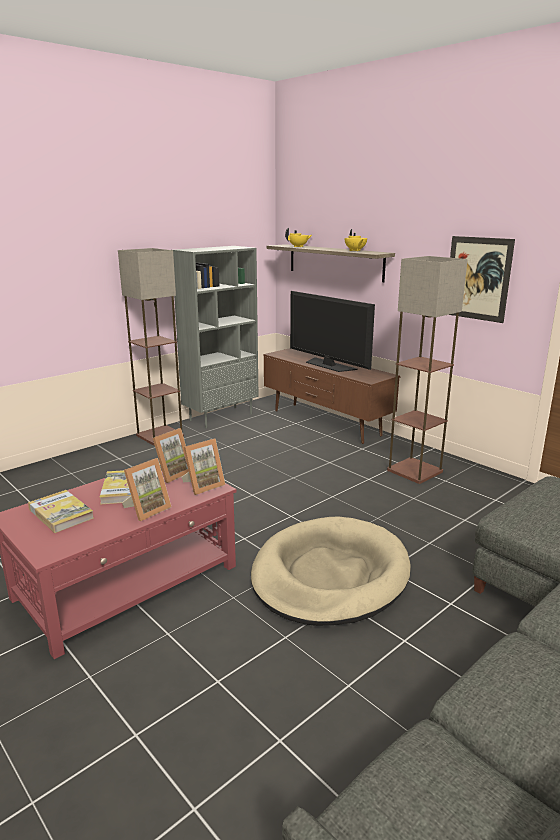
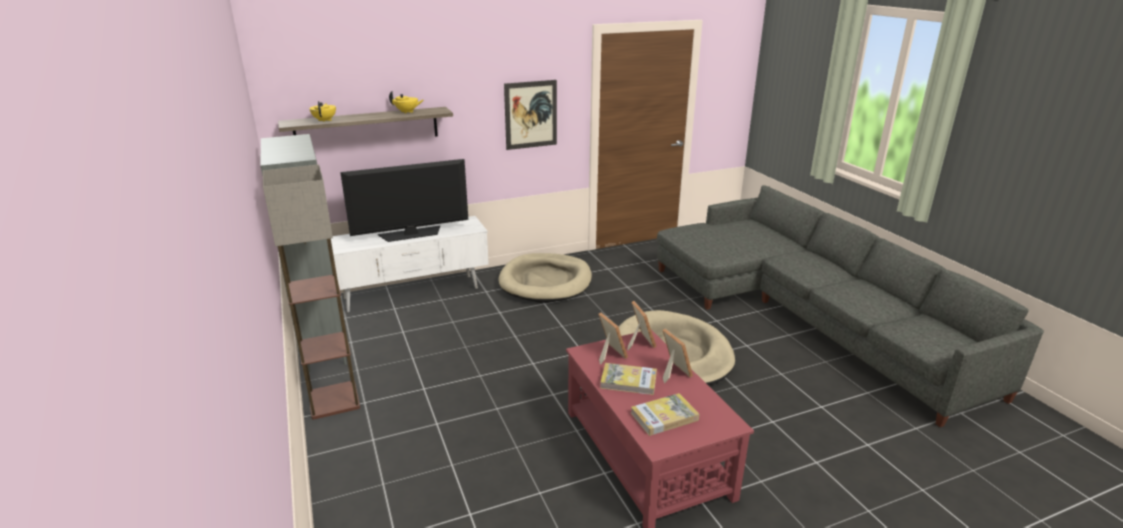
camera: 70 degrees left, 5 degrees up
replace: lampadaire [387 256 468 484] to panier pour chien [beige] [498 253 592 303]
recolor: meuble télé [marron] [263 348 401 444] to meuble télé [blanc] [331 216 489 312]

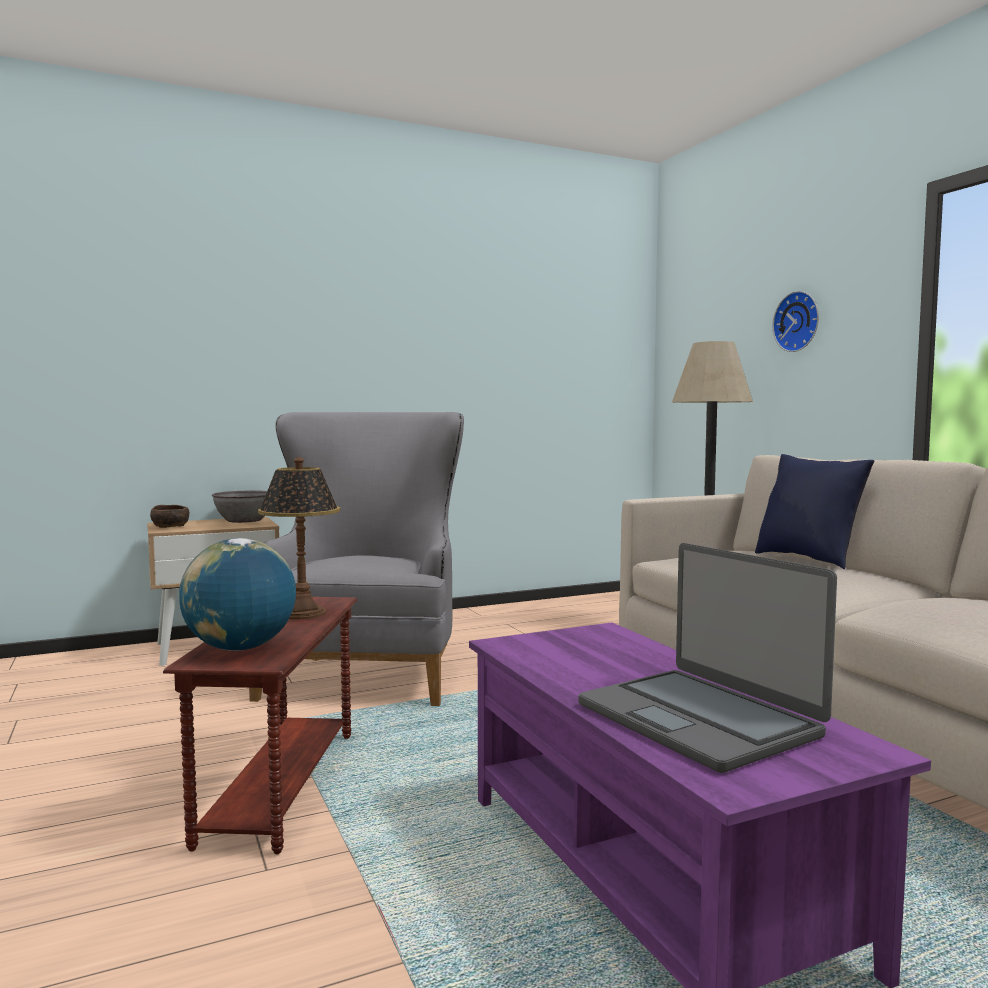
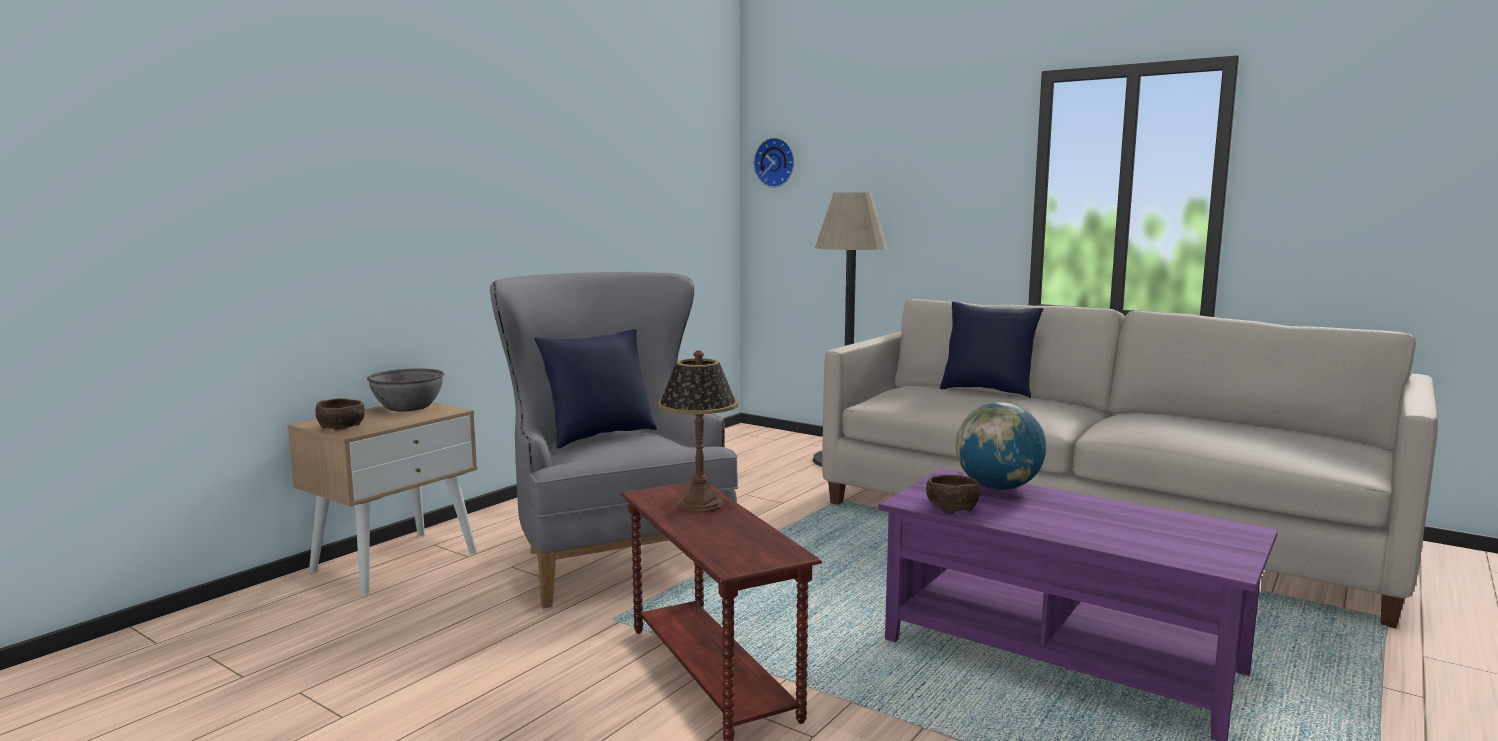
camera: 30 degrees left, 5 degrees up
delete: ordinateur portable [578 543 837 773]
insert: coussin [bleu] [534 329 657 448]; bol [marron] [926 475 980 514]
move: horloge murale [773 291 819 352] to [754 137 794 188]; globe [179 538 296 651] to [956 402 1046 490]

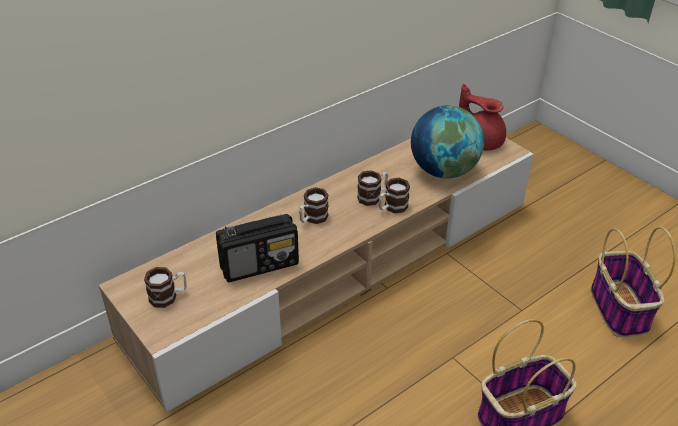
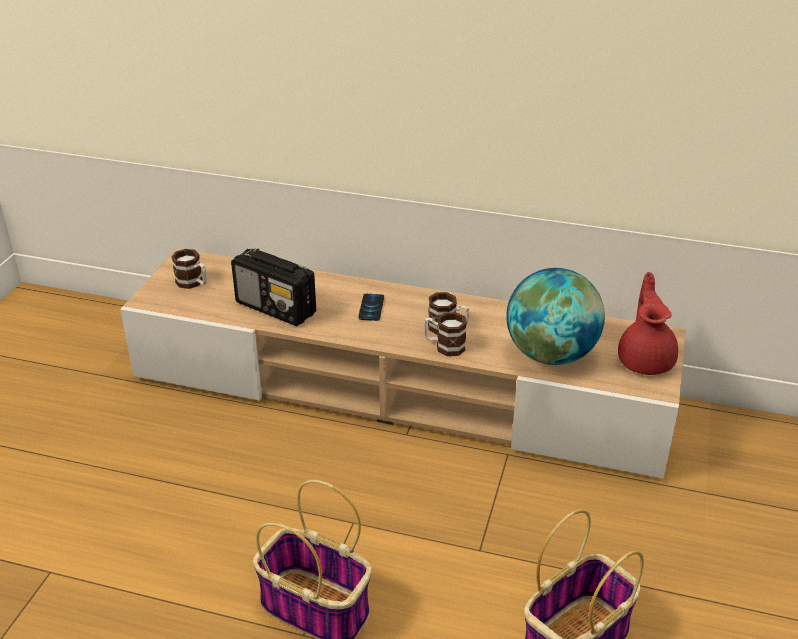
camera: 55 degrees right, 5 degrees down
replace: mug [299 187 329 224] to téléphone [358 294 384 321]

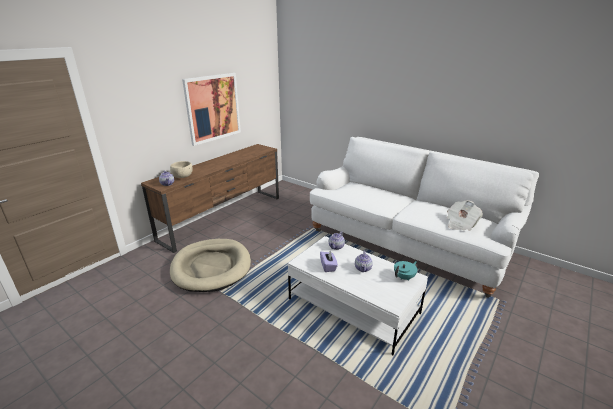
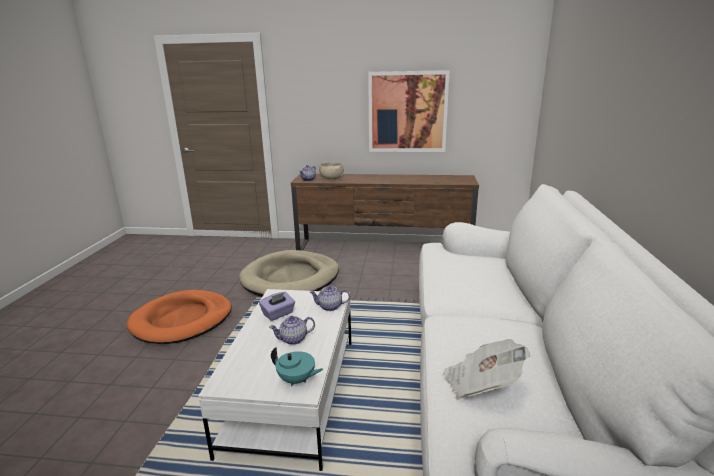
camera: 60 degrees right, 5 degrees down
insert: panier pour chien [orange] [127 290 231 344]

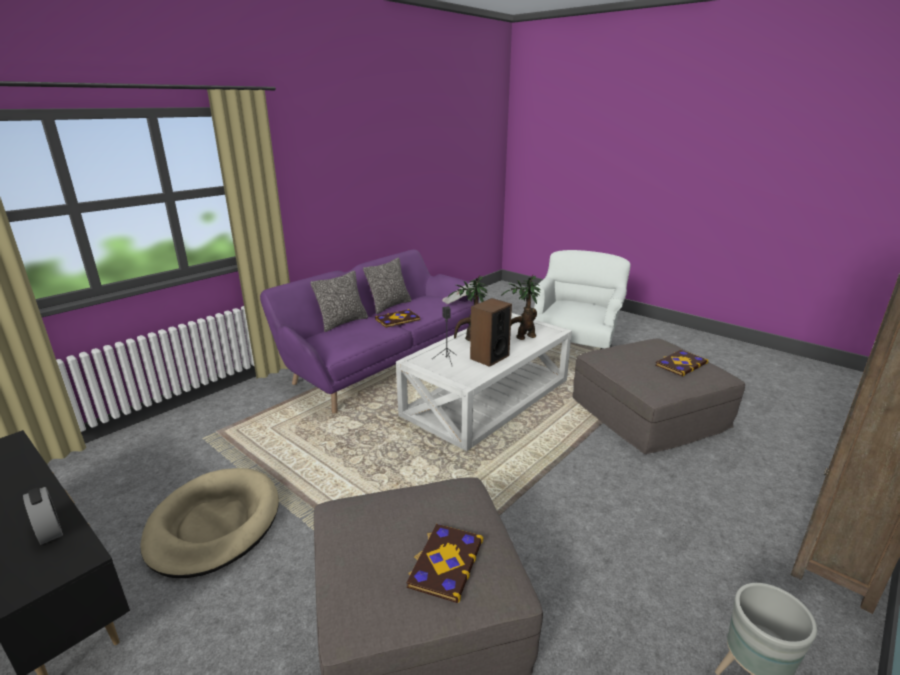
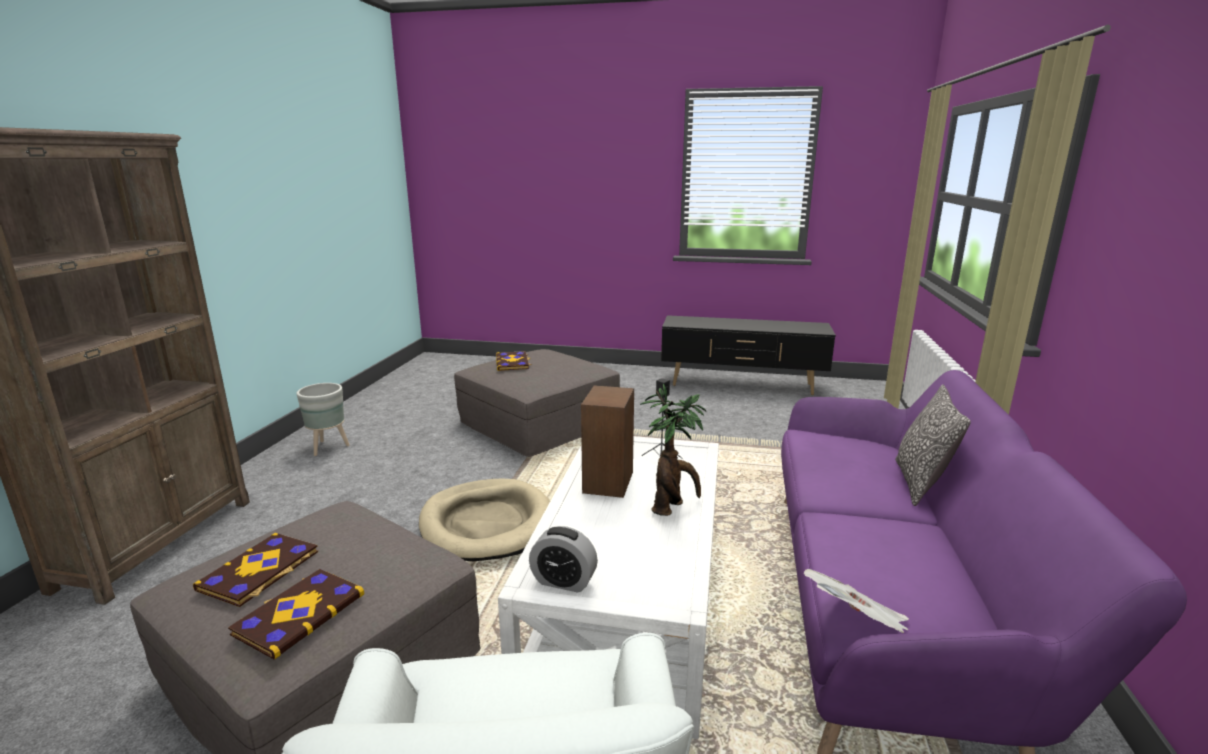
camera: 150 degrees right, 5 degrees down
delete: coussin [363 258 411 314]; plante en pot [501 274 541 340]
move: livre [375 309 420 328] to [228 569 364 659]; panier pour chien [beige] [140 468 279 578] to [419 479 550 561]; réveil [23 487 63 545] to [529 526 598 593]

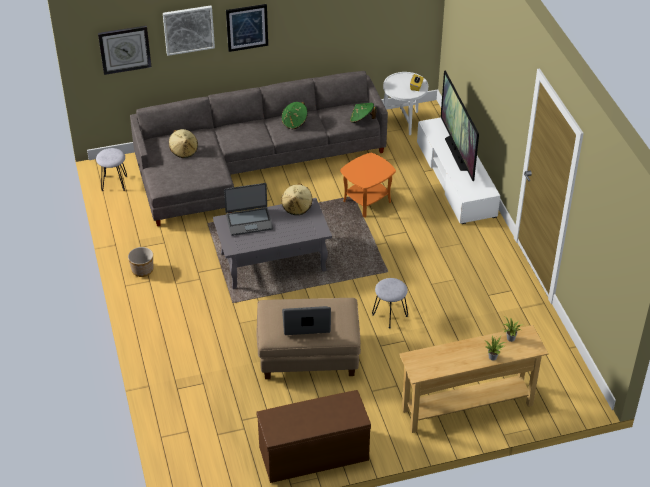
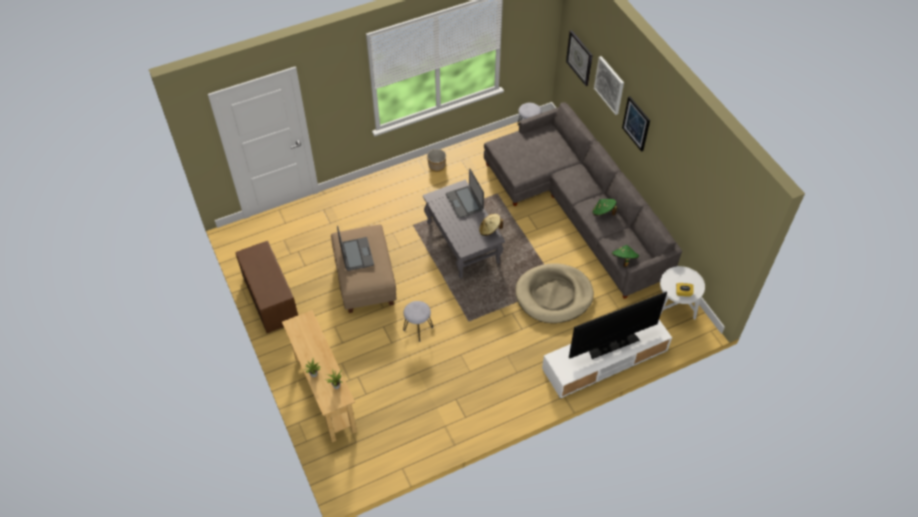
camera: 80 degrees right, 10 degrees up
delete: chapeau [beige] [169 129 198 158]
replace: table d'appoint [orange] [340 153 396 217] to panier pour chien [beige] [516 263 594 323]

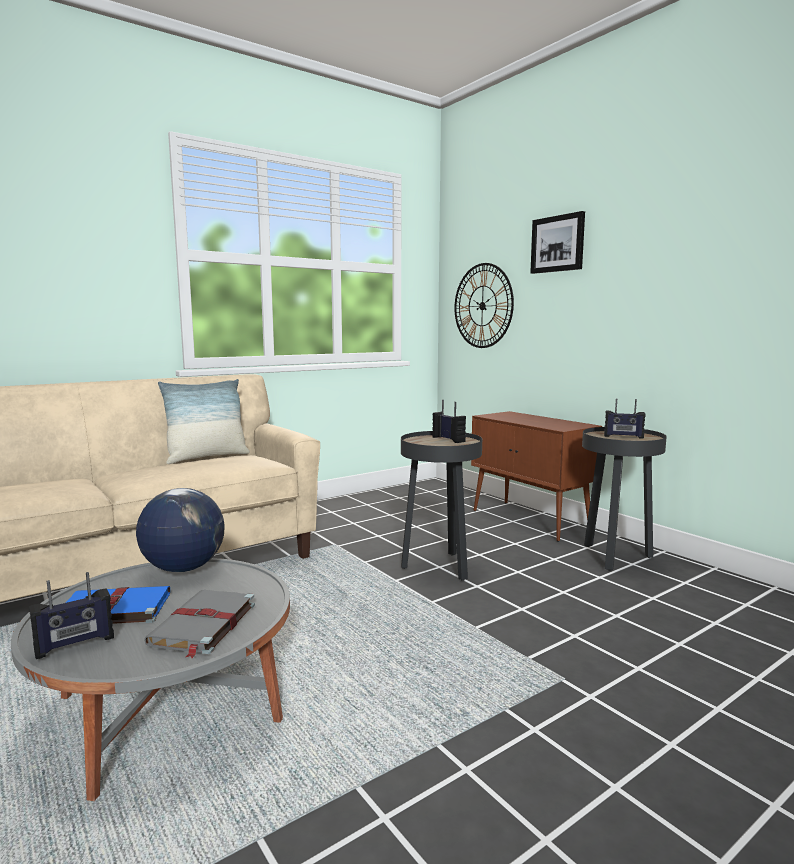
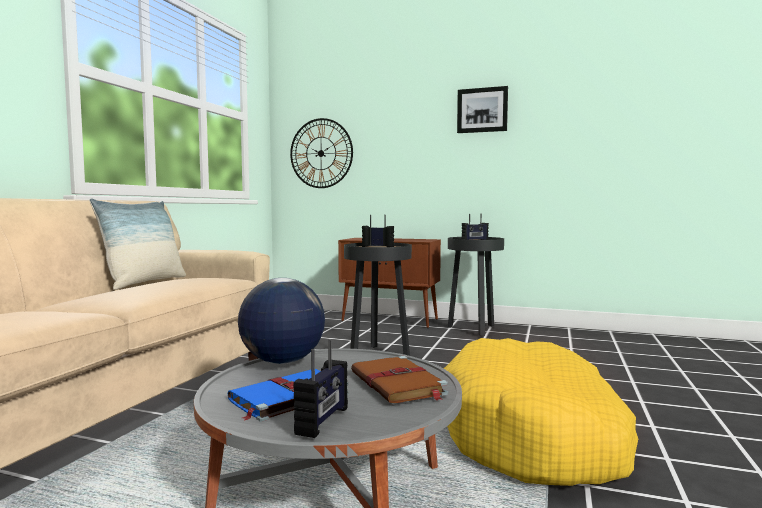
camera: 35 degrees left, 5 degrees down
insert: panier pour chien [jaune] [444 338 638 486]
move: tableau [530 211 585 274] to [457 86 508 133]
recolor: livre [gris] [144 590 255 658] to livre [marron] [351 356 448 403]

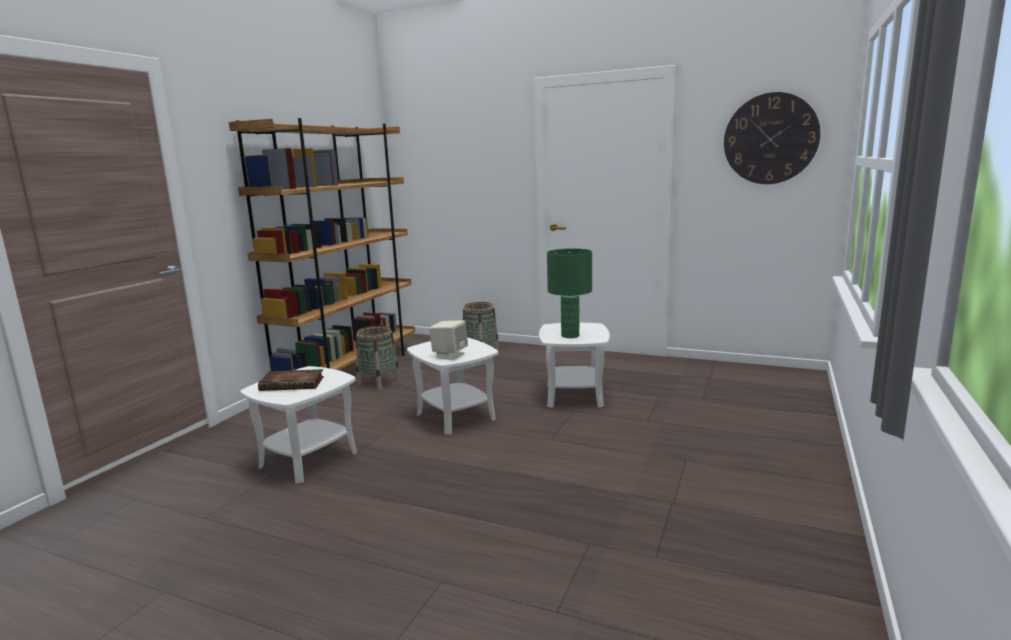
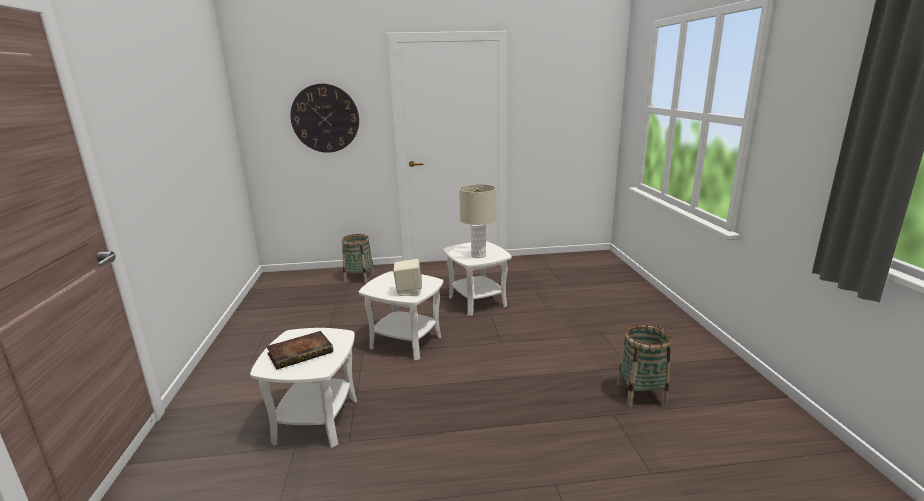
camera: 30 degrees left, 5 degrees up
delete: bibliothèque [marron] [229 118 415 371]
move: horloge murale [724 92 820 184] to [290 84 359 153]; panier [356 326 400 390] to [617 324 672 407]
recolor: lampe de table [vert] [547 248 592 338] to lampe de table [beige] [459 184 496 258]

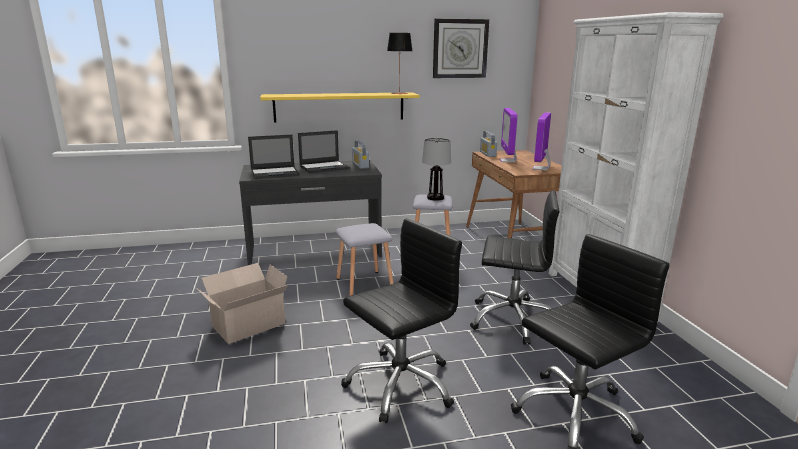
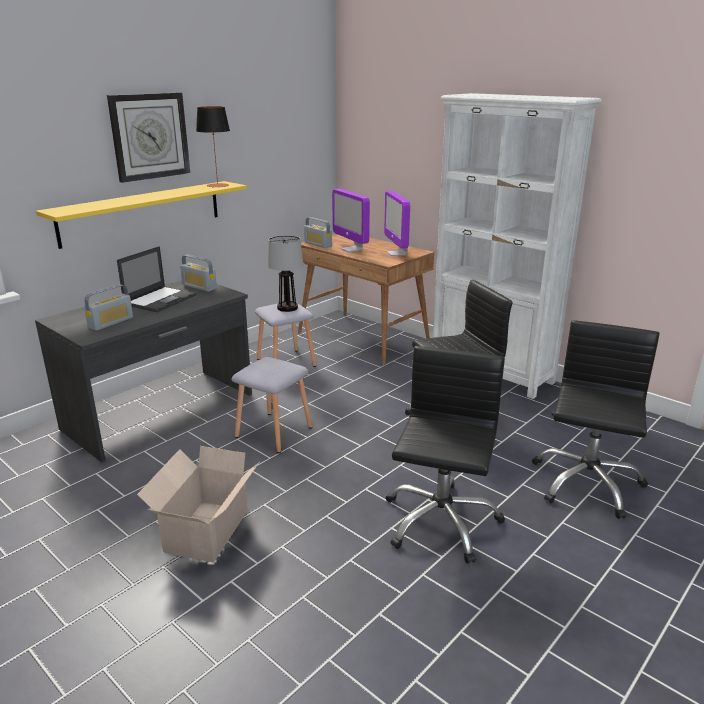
camera: 35 degrees left, 5 degrees up
move: horloge murale [433 19 489 78] to [107 92 190 183]
replace: ordinateur portable [248 135 300 179] to radio [84 284 133 331]

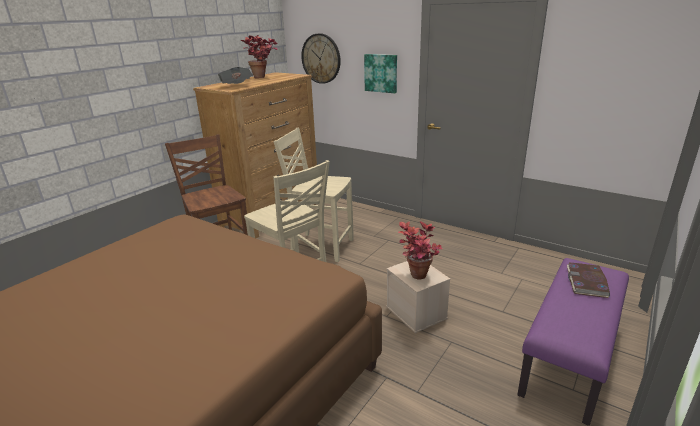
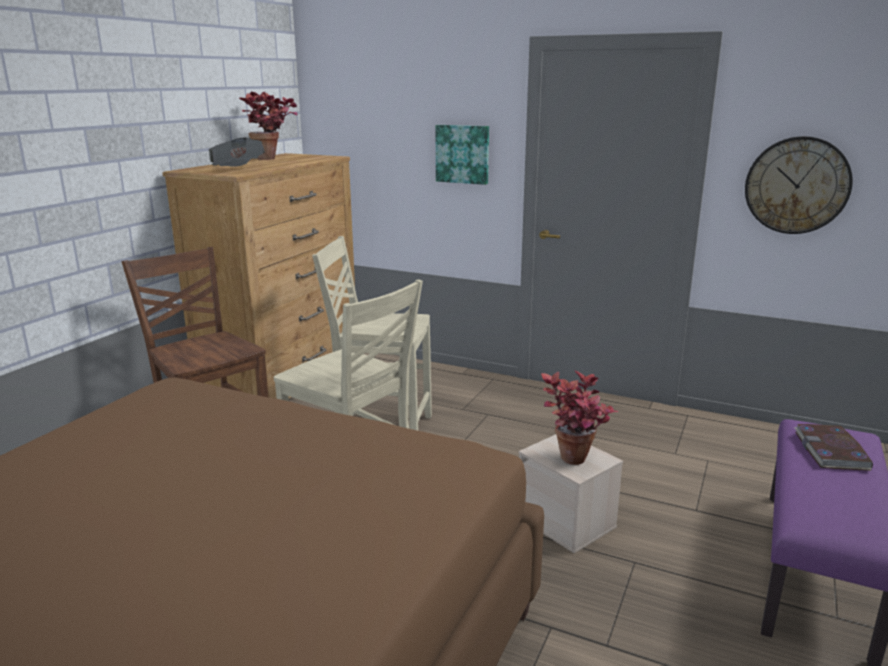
camera: 10 degrees left, 5 degrees down
move: horloge murale [301 33 341 84] to [745 136 853 234]

